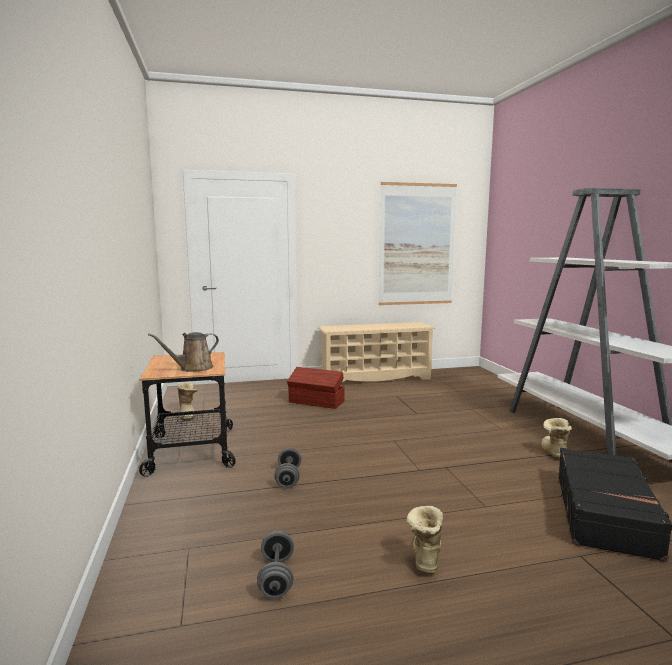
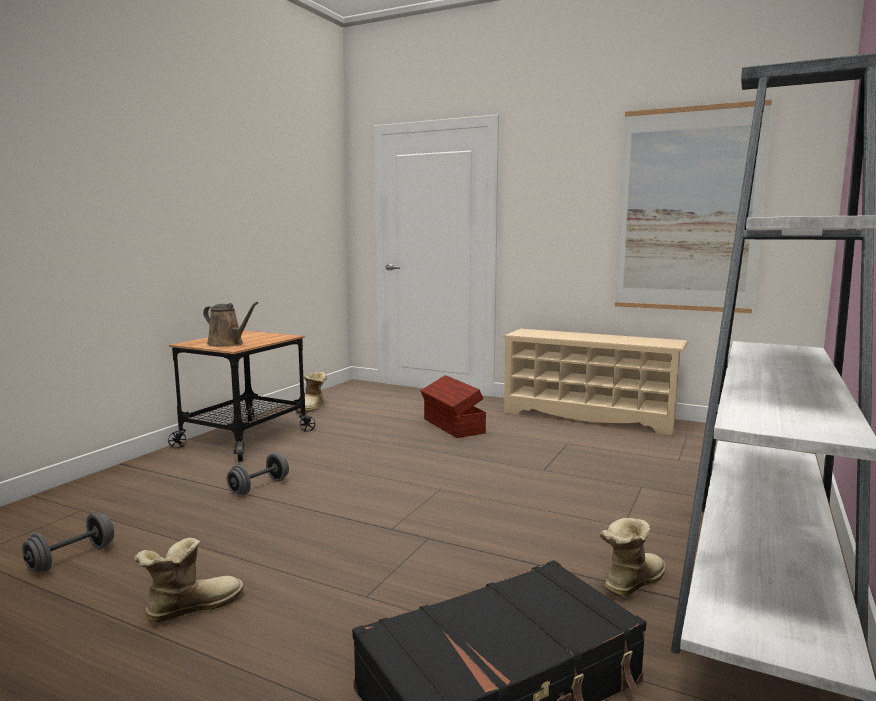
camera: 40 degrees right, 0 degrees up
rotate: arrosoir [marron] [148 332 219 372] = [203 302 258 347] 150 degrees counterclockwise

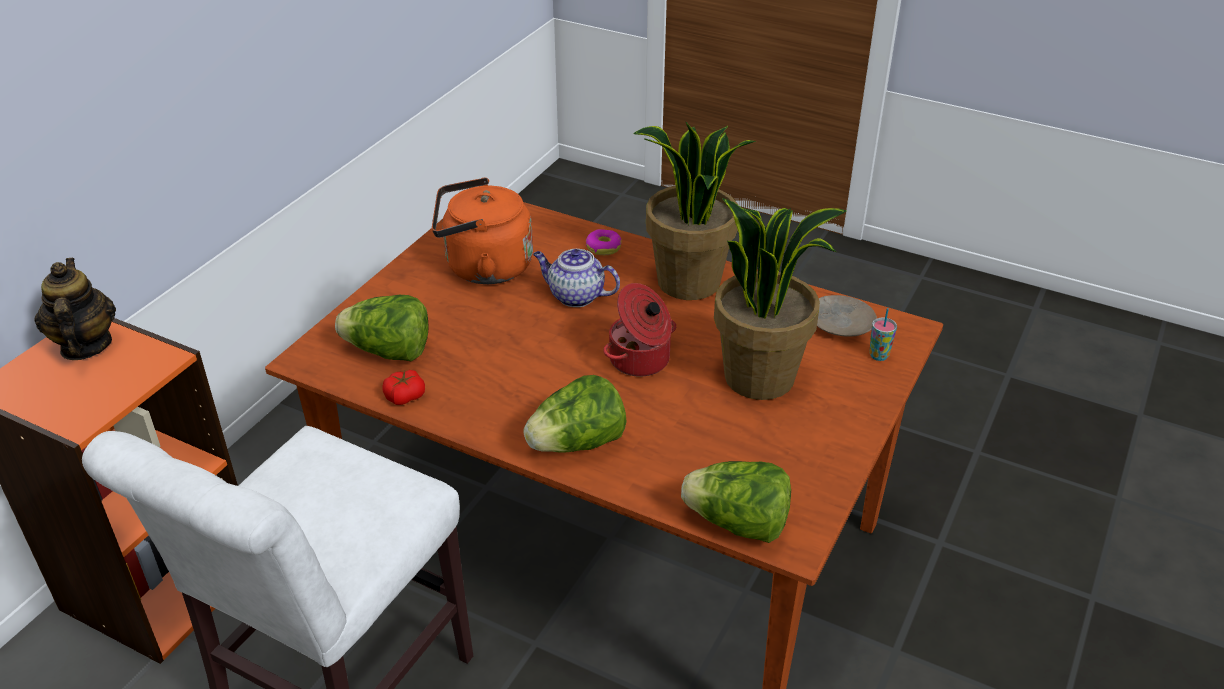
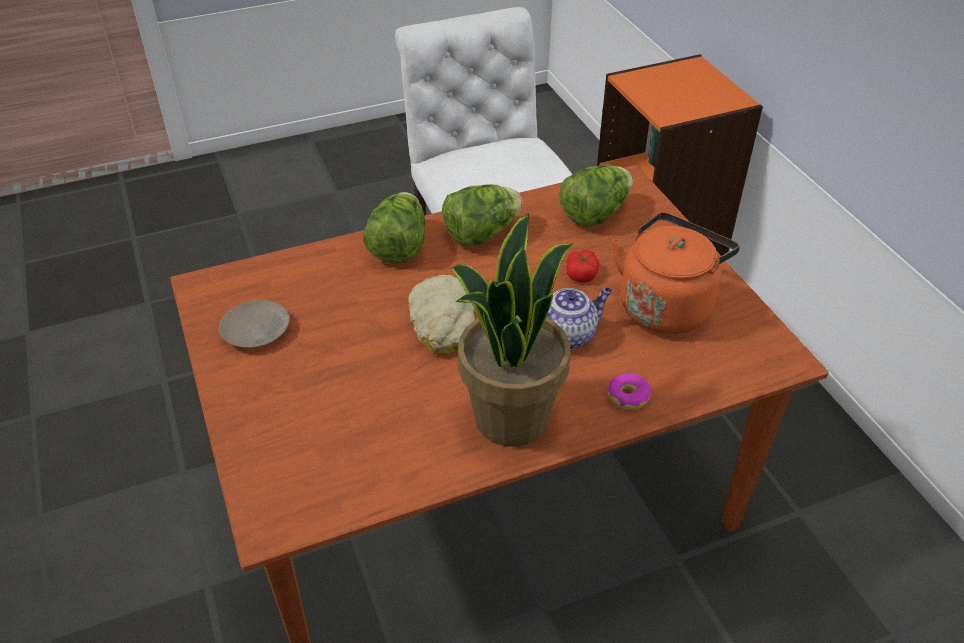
camera: 130 degrees right, 5 degrees up
delete: théière [35 258 116 360]; plante en pot [714 198 846 400]; tasse [869 308 897 361]
move: assiette [beige] [817 295 877 337] to [219 300 290 348]; laitue [681 461 791 543] to [442 184 522 247]; tomate [382 370 425 405] to [566 250 599 282]
replace: marmite [603 283 676 377] to pain [408 275 475 355]

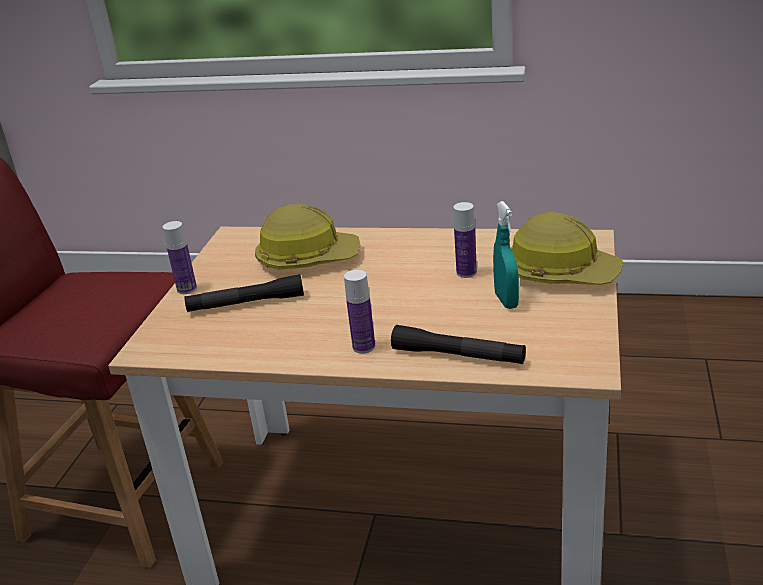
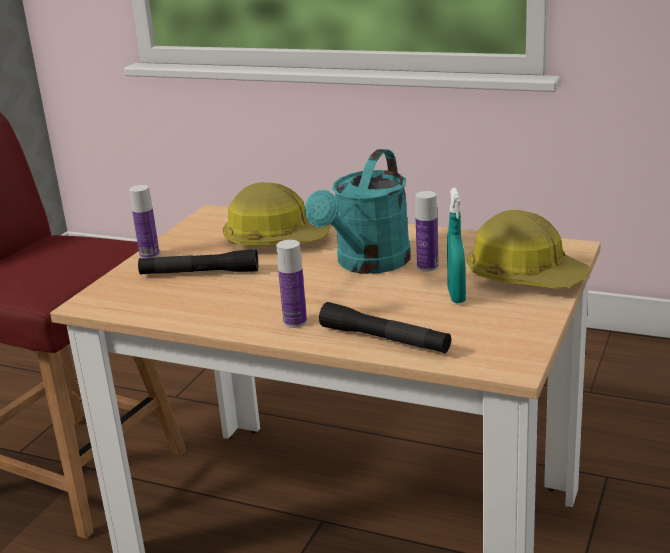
camera: 10 degrees right, 5 degrees down
insert: arrosoir [turquoise] [305 149 411 274]

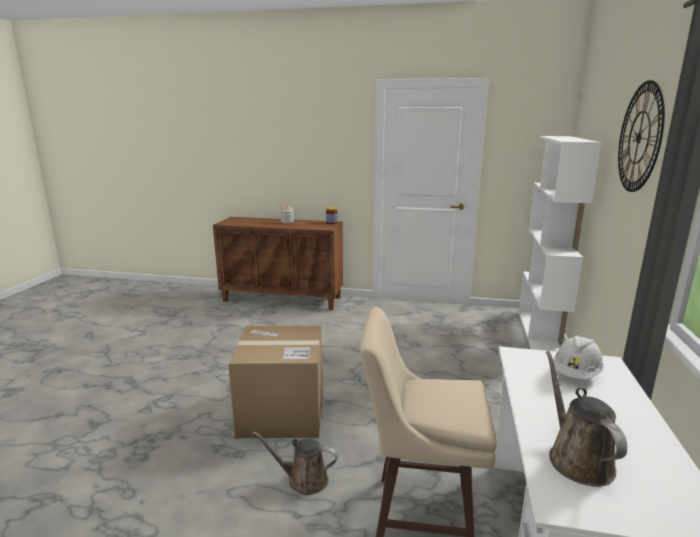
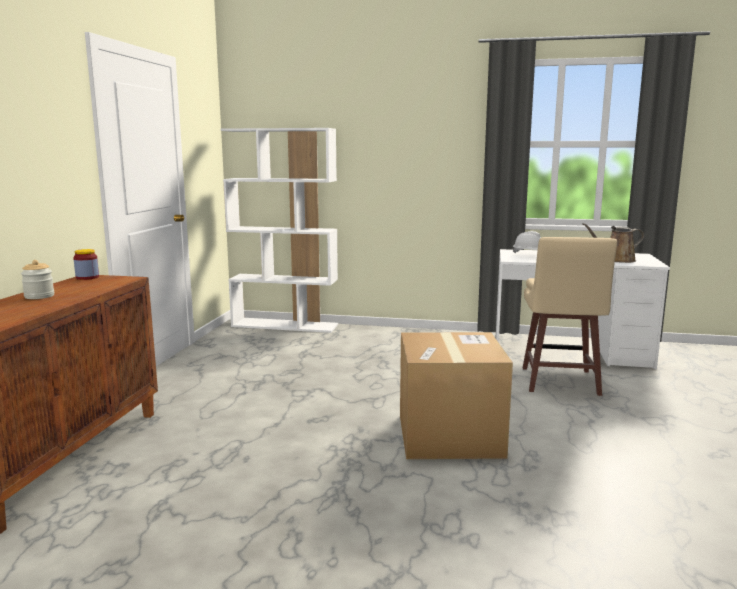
camera: 90 degrees left, 5 degrees down
delete: arrosoir [marron] [252 431 338 495]; horloge murale [618 80 665 192]

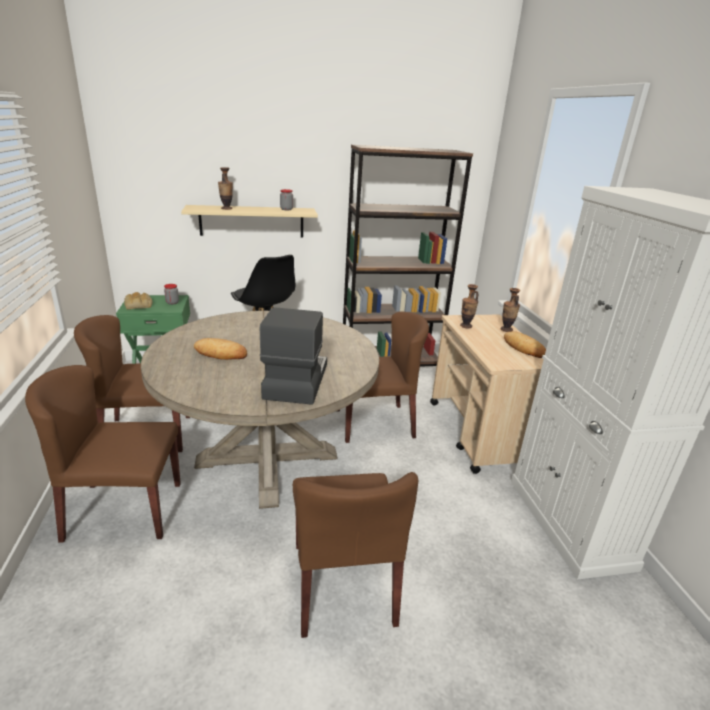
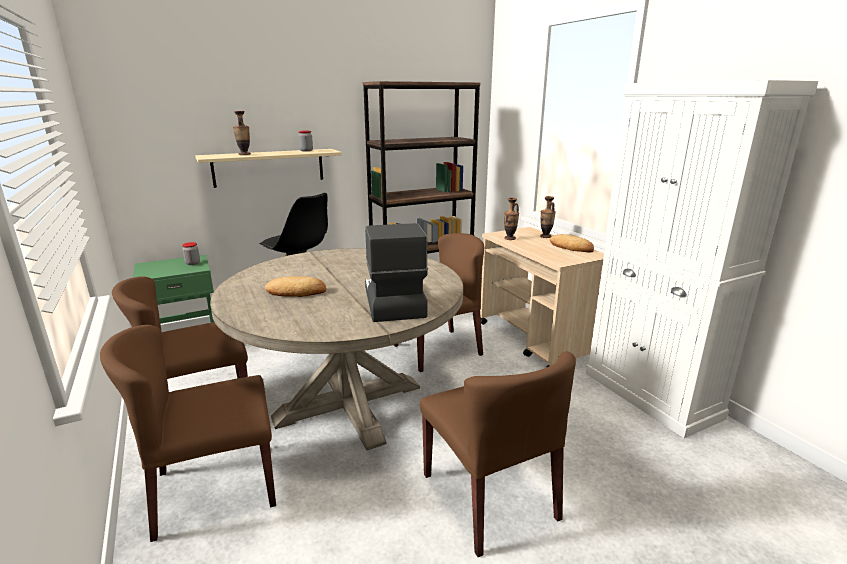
camera: 15 degrees left, 5 degrees down
delete: pain [124 292 152 309]

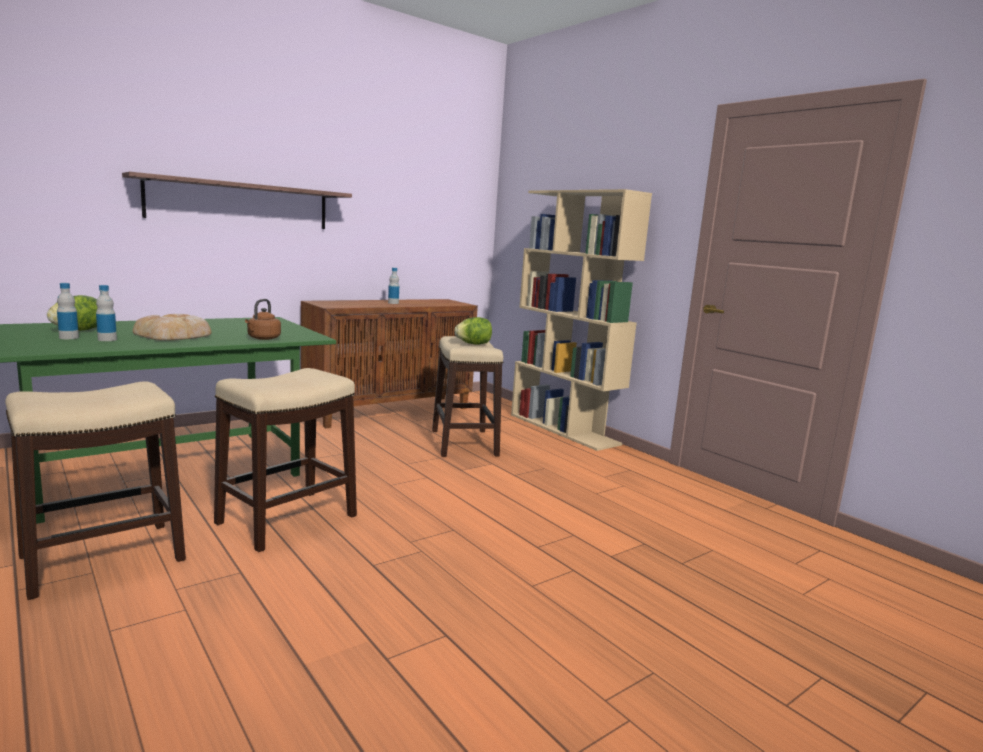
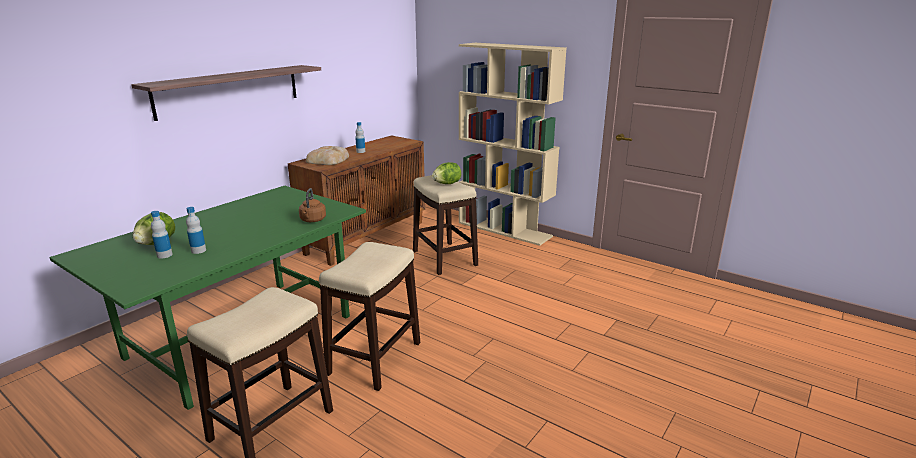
camera: 15 degrees left, 10 degrees up
move: pain [133 314 212 341] to [306 146 349 165]

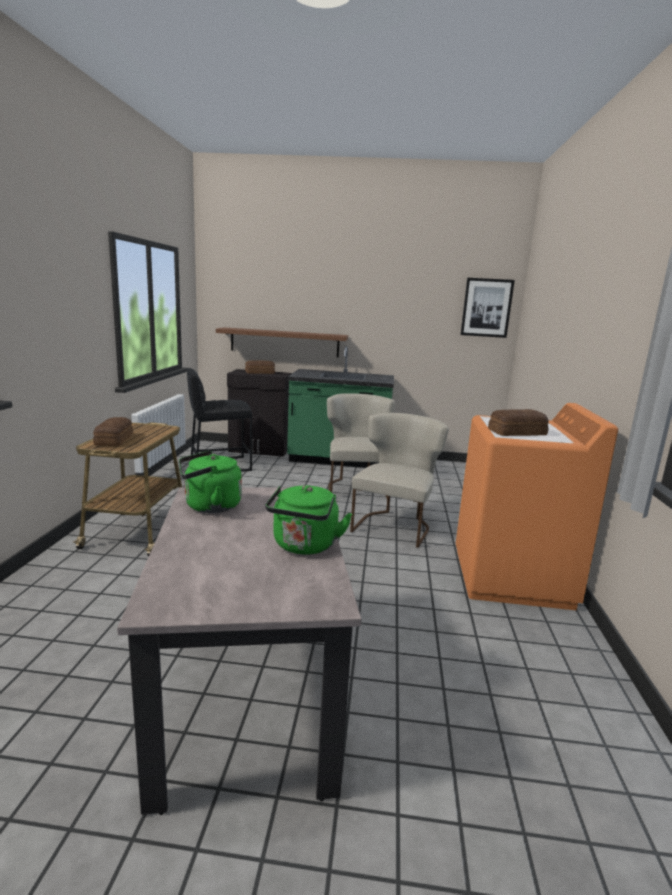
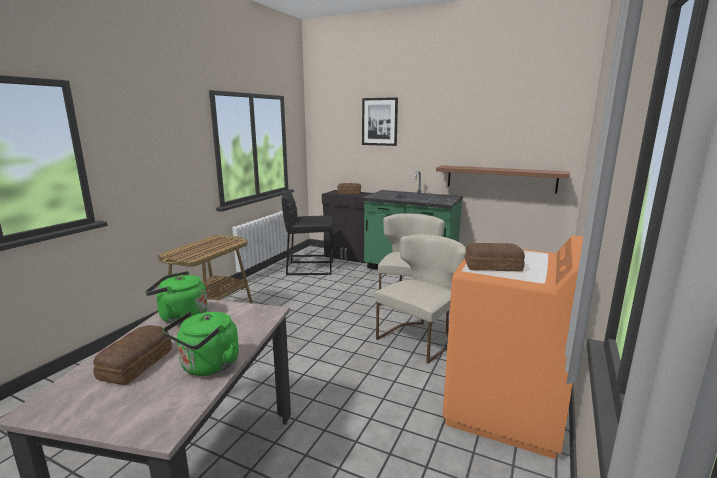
camera: 20 degrees right, 0 degrees up
move: pain [93 417 133 446] to [93 325 172 385]; tableau [461 278 515 338] to [362 97 398 146]; étagère [marron] [216 327 348 358] to [436 165 570 194]

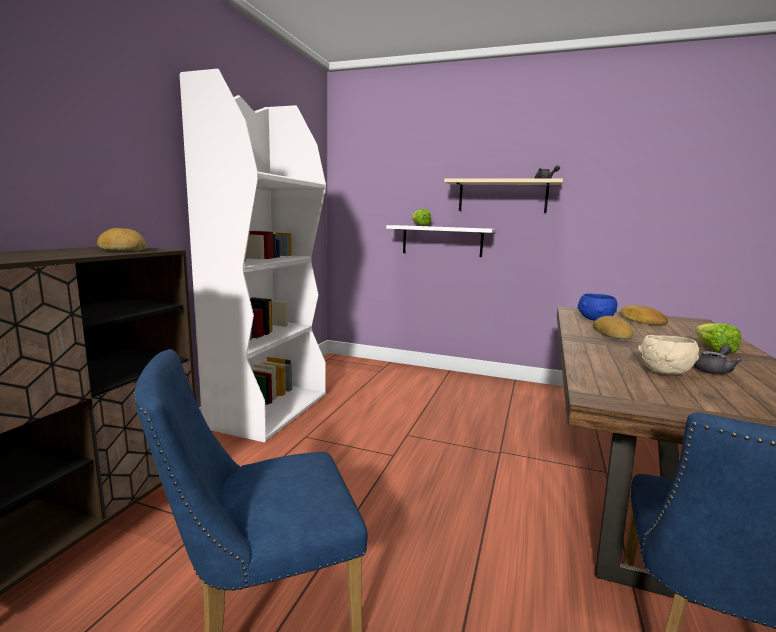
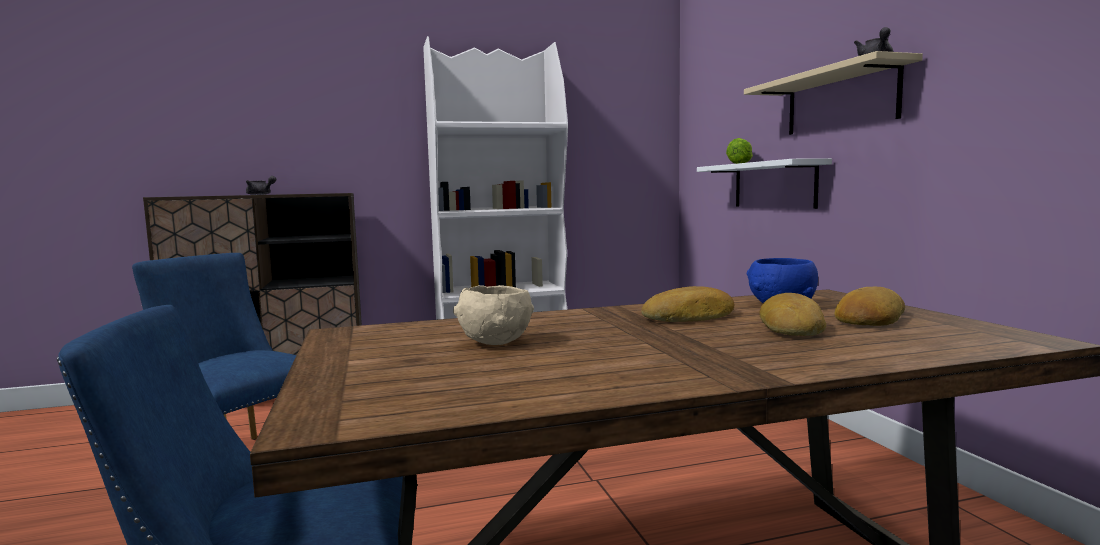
camera: 55 degrees right, 5 degrees down
delete: laitue [695 323 741 354]
move: théière [gris] [693 345 742 375] to [246 176 277 195]; pain [97 228 147 251] to [759 293 826 336]

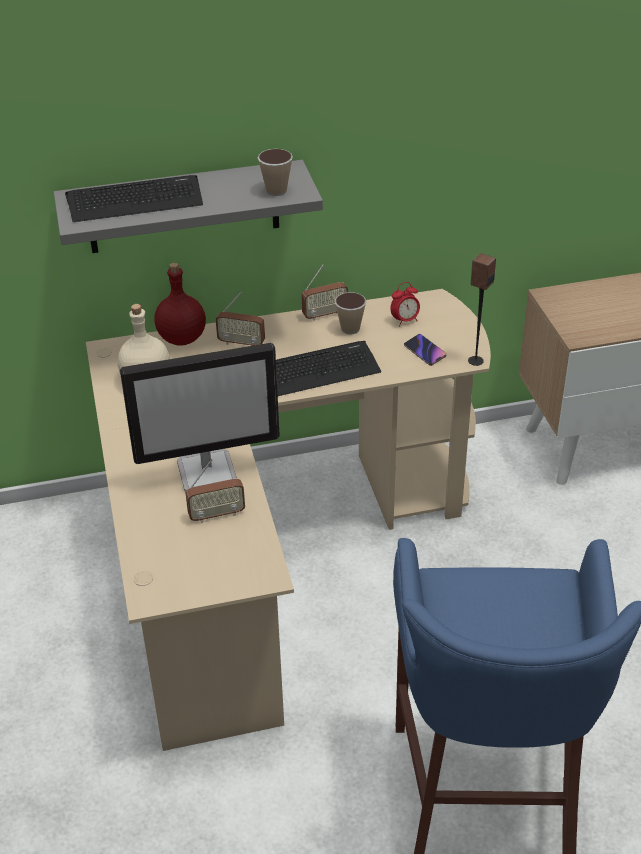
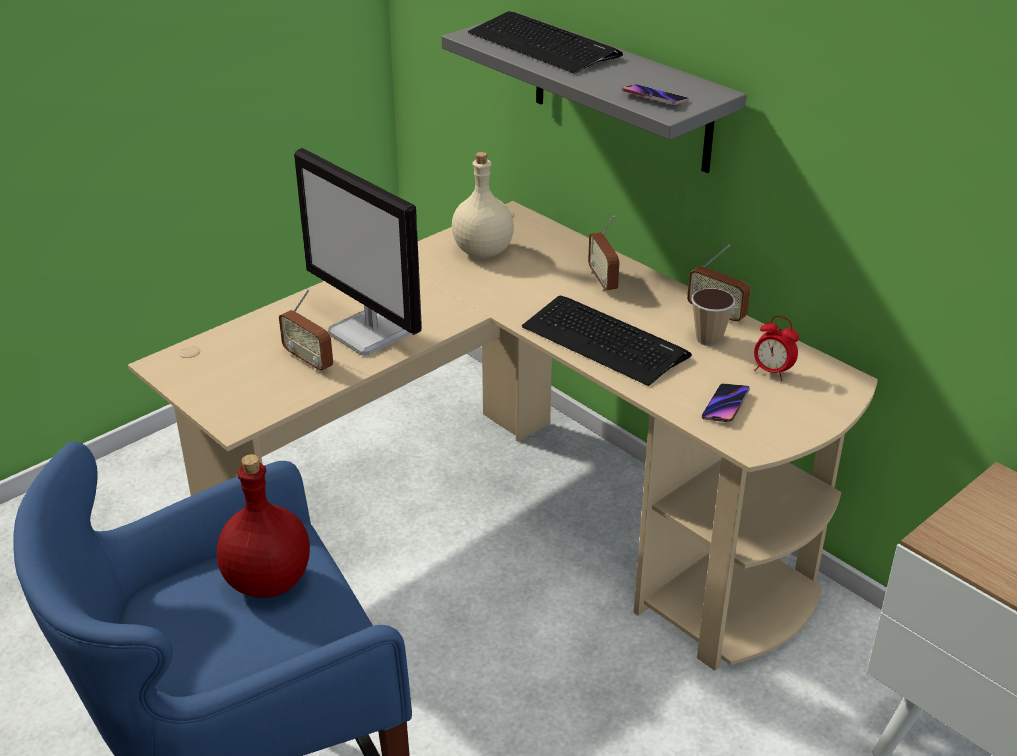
camera: 60 degrees right, 5 degrees down
delete: enceinte [468 253 496 366]
move: bouteille [rouge] [154 263 206 346] to [217 454 310 598]
replace: tasse [257 149 293 196] to téléphone [622 84 689 105]

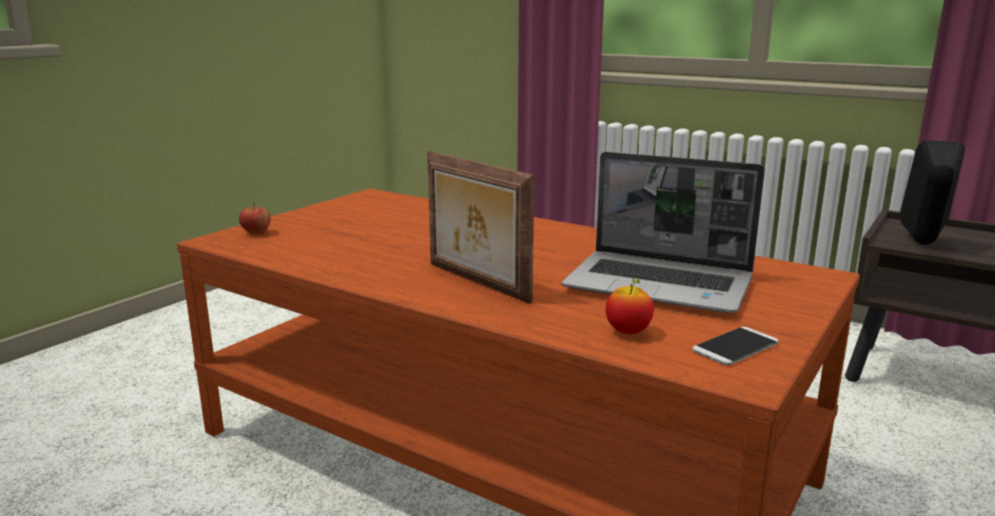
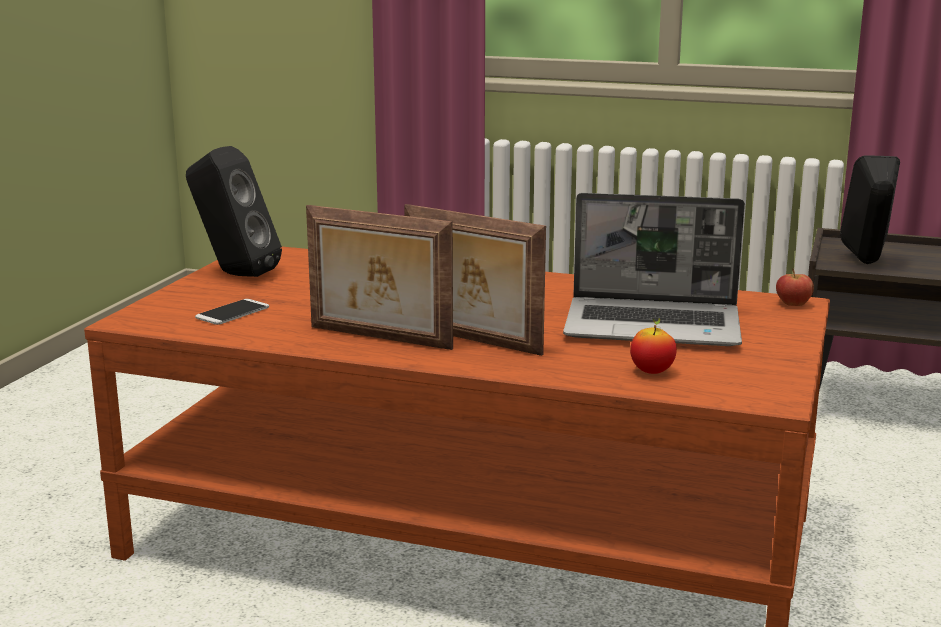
camera: 15 degrees left, 0 degrees up
insert: enceinte [noir] [186 146 282 277]; cadre photo [306 205 453 350]
move: téléphone [692 327 779 365] to [195 299 269 325]; pomme [239 202 271 234] to [776 269 814 306]

